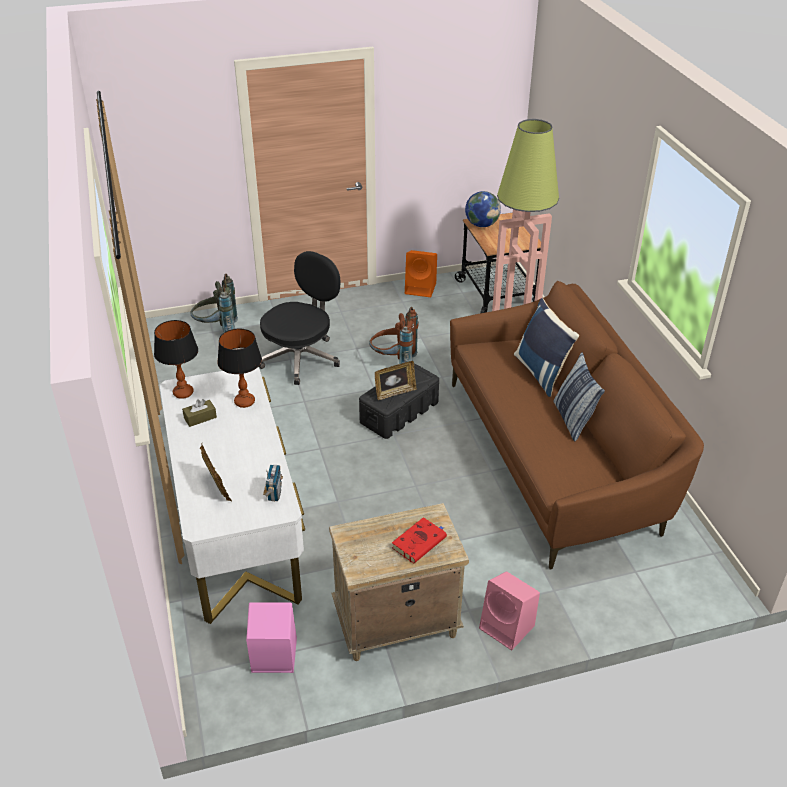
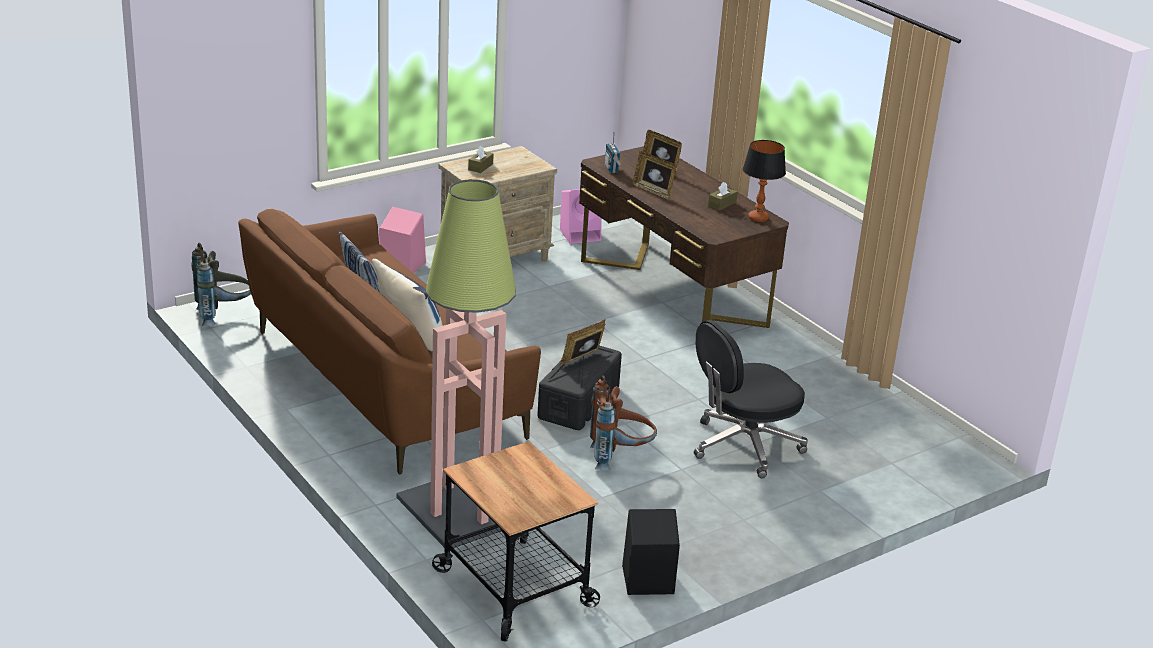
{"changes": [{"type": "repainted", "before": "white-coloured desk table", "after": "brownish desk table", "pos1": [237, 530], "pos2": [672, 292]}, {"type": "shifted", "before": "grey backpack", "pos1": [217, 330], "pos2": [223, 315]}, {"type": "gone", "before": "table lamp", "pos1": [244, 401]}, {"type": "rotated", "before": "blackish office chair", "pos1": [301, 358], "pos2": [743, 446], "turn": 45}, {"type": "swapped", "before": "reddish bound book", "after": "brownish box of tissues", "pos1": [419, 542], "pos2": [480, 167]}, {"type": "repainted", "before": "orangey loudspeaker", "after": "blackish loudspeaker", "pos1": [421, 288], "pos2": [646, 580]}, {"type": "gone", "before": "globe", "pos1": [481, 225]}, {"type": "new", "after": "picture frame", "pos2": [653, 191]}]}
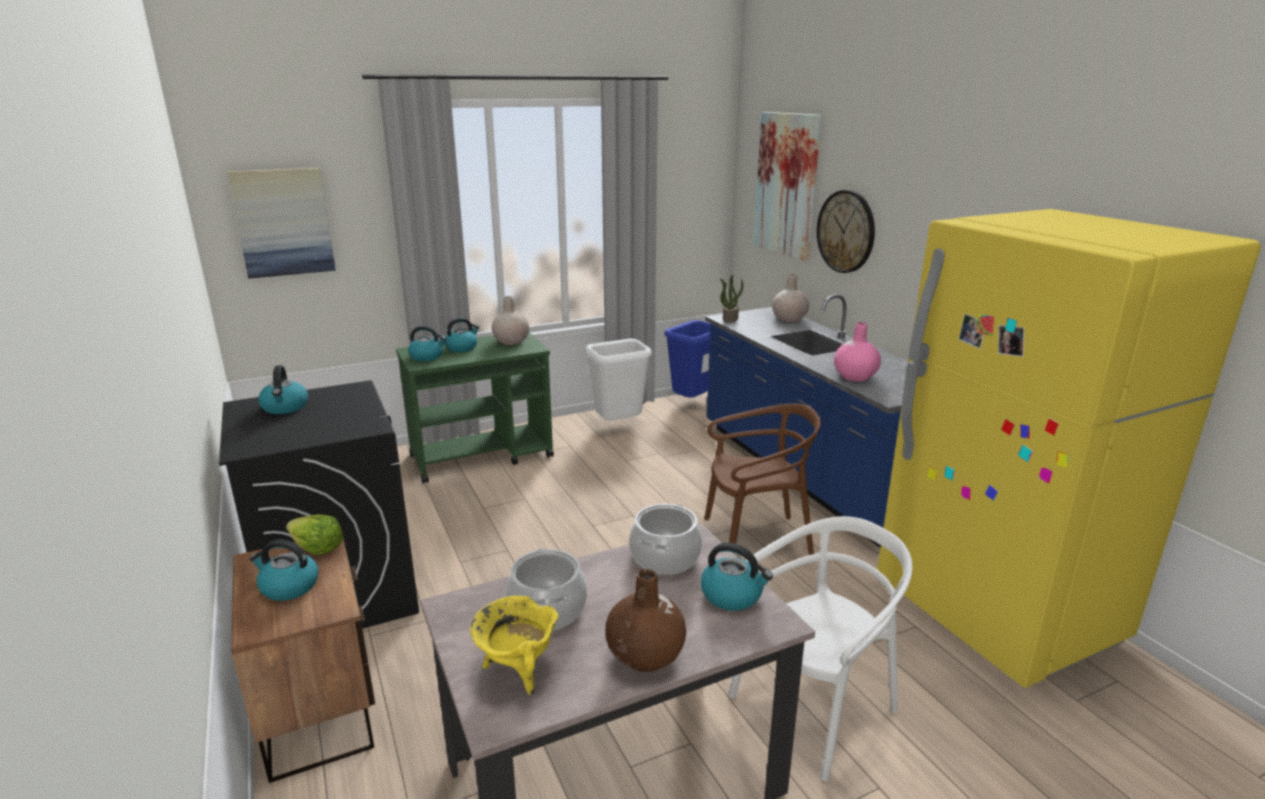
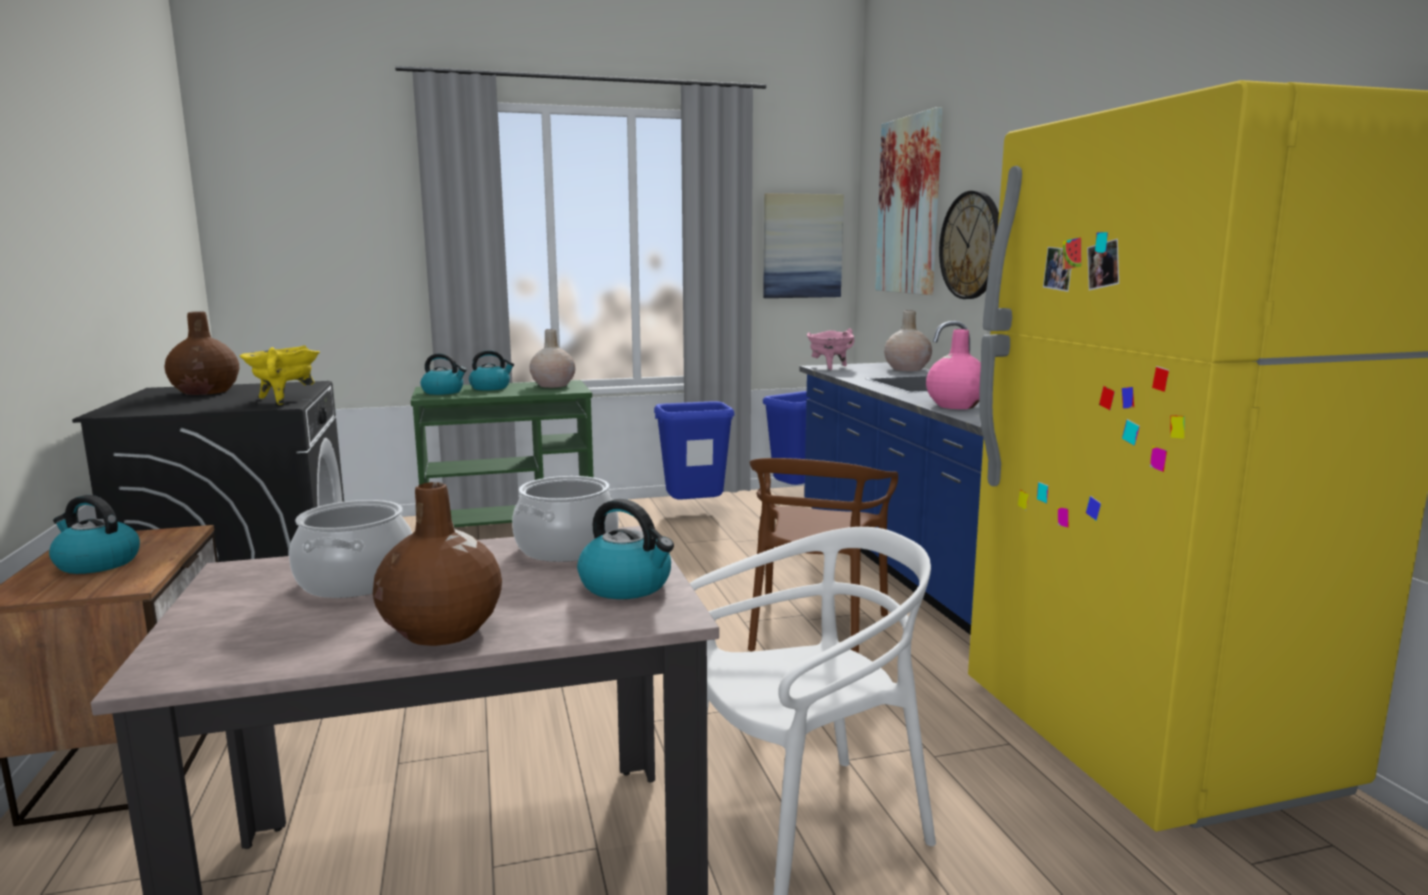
{"changes": [{"type": "shifted", "before": "wall art", "pos1": [283, 222], "pos2": [802, 246]}, {"type": "swapped", "before": "tea kettle", "after": "brownish flower vase", "pos1": [285, 407], "pos2": [206, 392]}, {"type": "gone", "before": "head of lettuce", "pos1": [317, 548]}, {"type": "shifted", "before": "yellowish saucepot", "pos1": [517, 670], "pos2": [284, 400]}, {"type": "repainted", "before": "white-coloured rubbish bin", "after": "blue-coloured rubbish bin", "pos1": [619, 426], "pos2": [695, 512]}, {"type": "rotated", "before": "brownish plain chair", "pos1": [756, 540], "pos2": [814, 630], "turn": 105}, {"type": "swapped", "before": "plant in a pot", "after": "pinkish saucepot", "pos1": [730, 318], "pos2": [829, 367]}]}
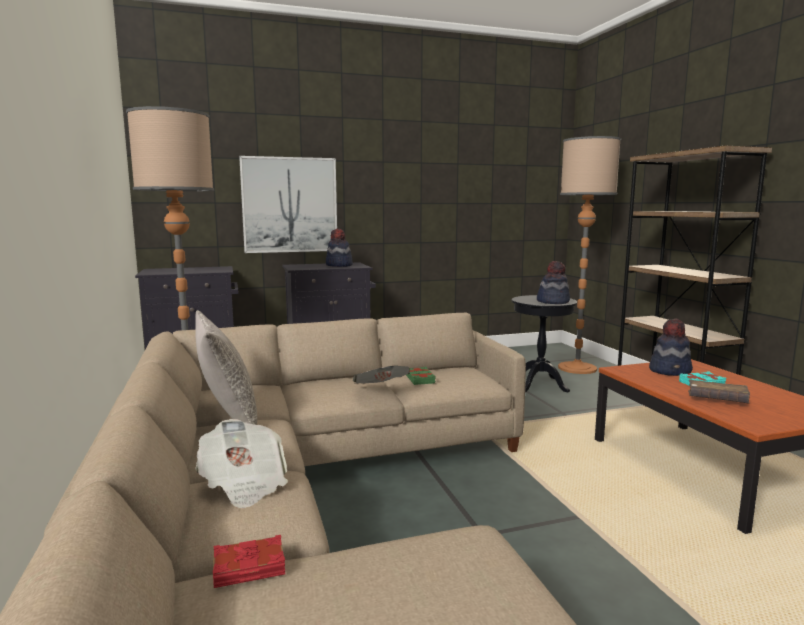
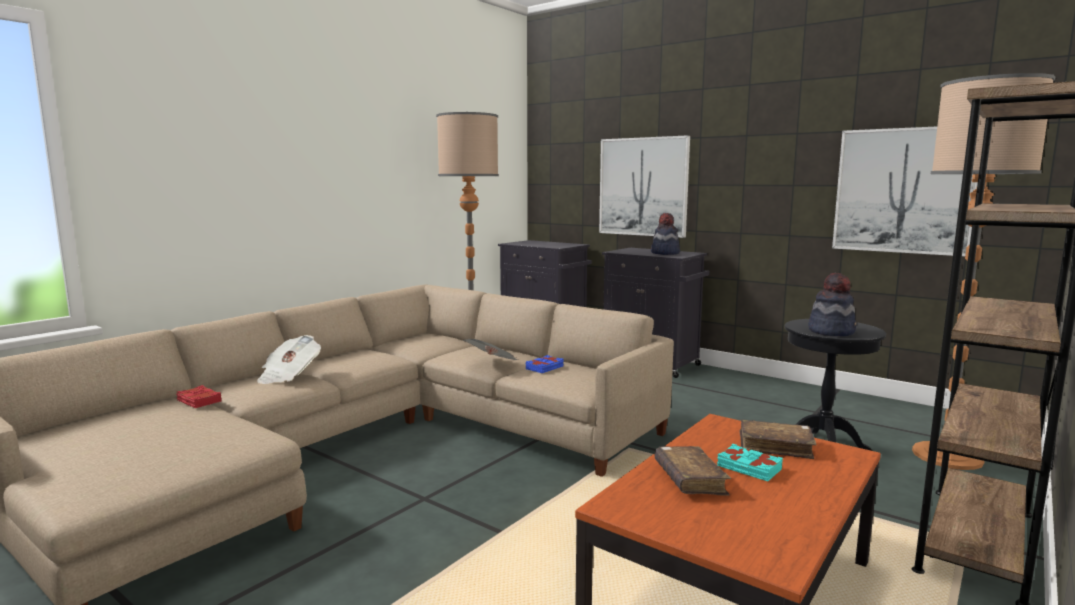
{"changes": [{"type": "gone", "before": "grey throw pillow", "pos1": [227, 416]}, {"type": "repainted", "before": "green bound book", "after": "blue-coloured bound book", "pos1": [420, 379], "pos2": [545, 368]}, {"type": "swapped", "before": "hat", "after": "brownish bound book", "pos1": [670, 371], "pos2": [775, 447]}, {"type": "new", "after": "wall art", "pos2": [904, 191]}]}
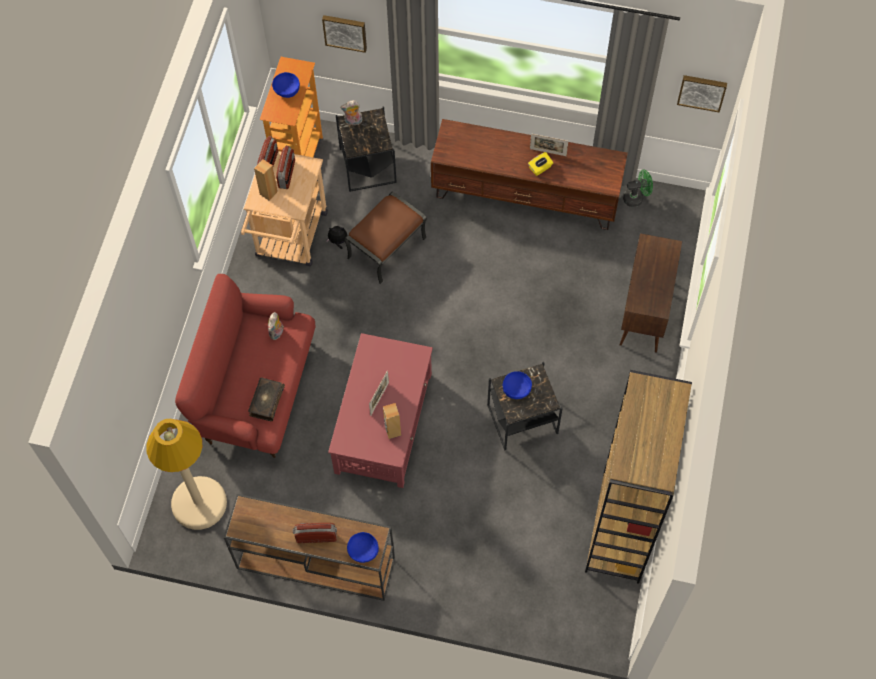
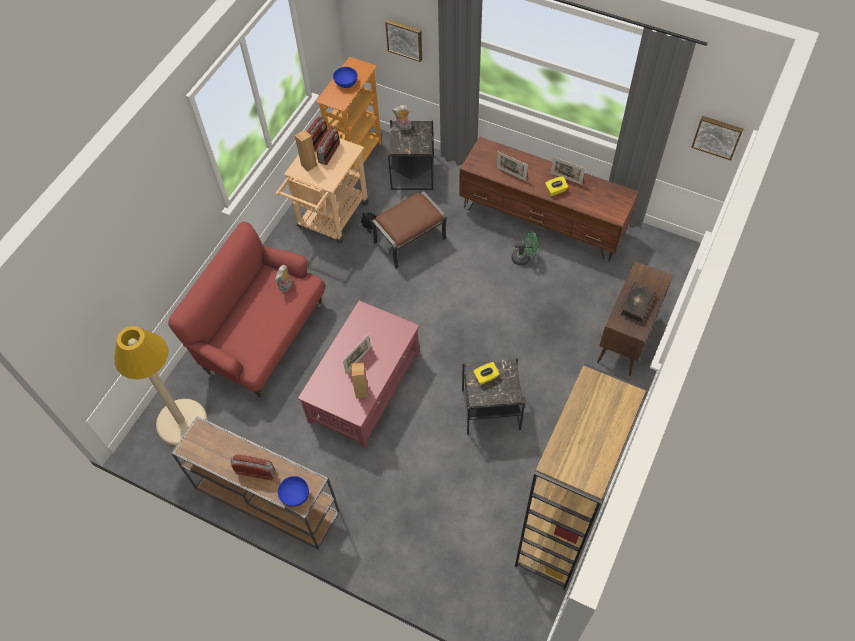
{"changes": [{"type": "shifted", "before": "bound book", "pos1": [266, 401], "pos2": [635, 305]}, {"type": "swapped", "before": "blue-coloured deep dish", "after": "yellowish box of tissues", "pos1": [516, 389], "pos2": [486, 377]}, {"type": "shifted", "before": "green fan", "pos1": [636, 197], "pos2": [524, 258]}, {"type": "new", "after": "picture frame", "pos2": [511, 174]}]}
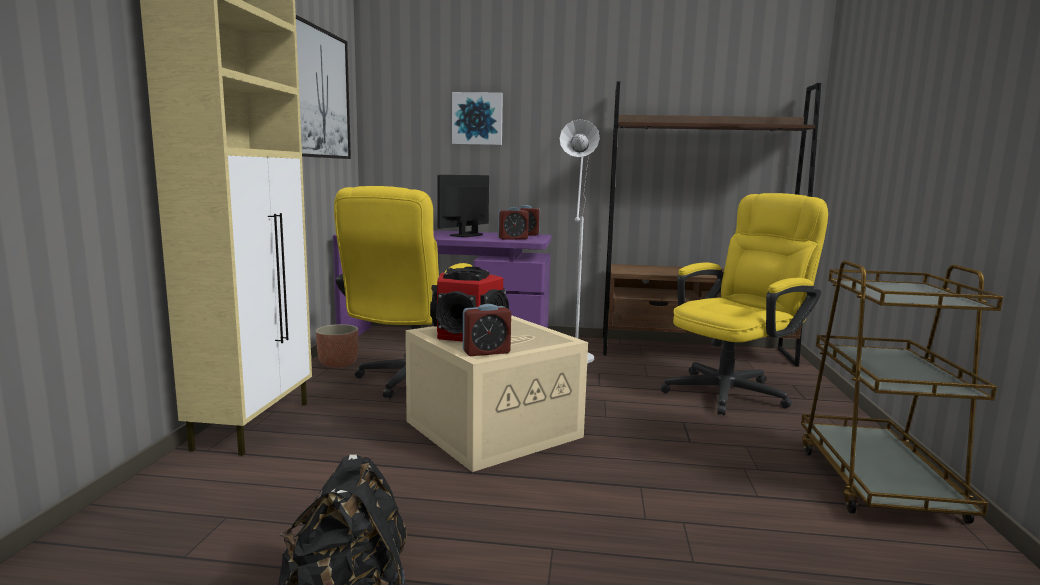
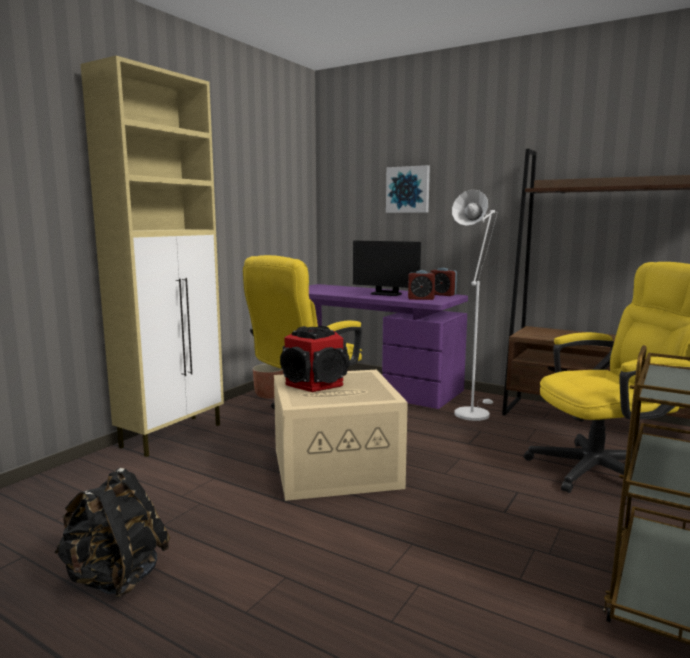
{"changes": [{"type": "gone", "before": "wall art", "pos1": [318, 94]}, {"type": "rotated", "before": "computer display", "pos1": [466, 235], "pos2": [386, 294], "turn": -120}, {"type": "gone", "before": "alarm clock", "pos1": [486, 352]}]}
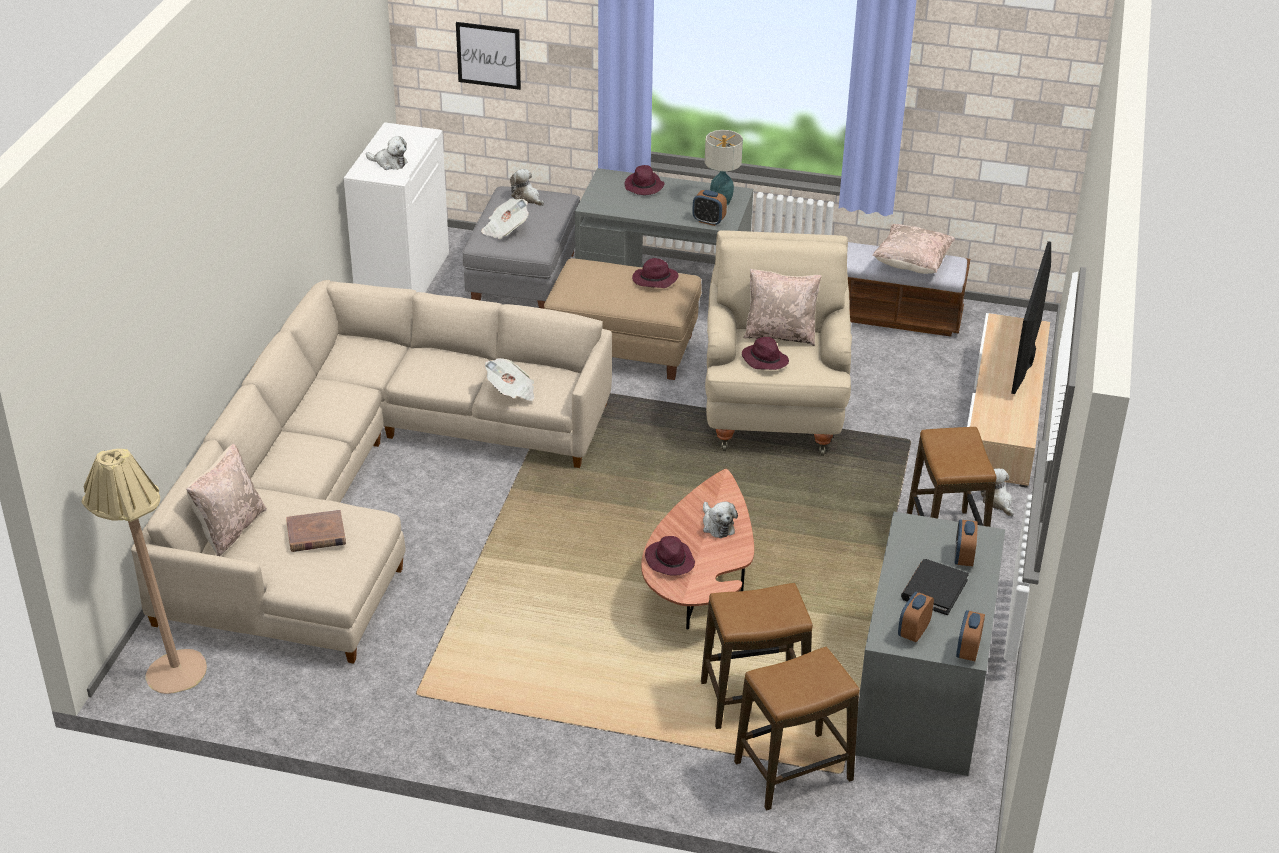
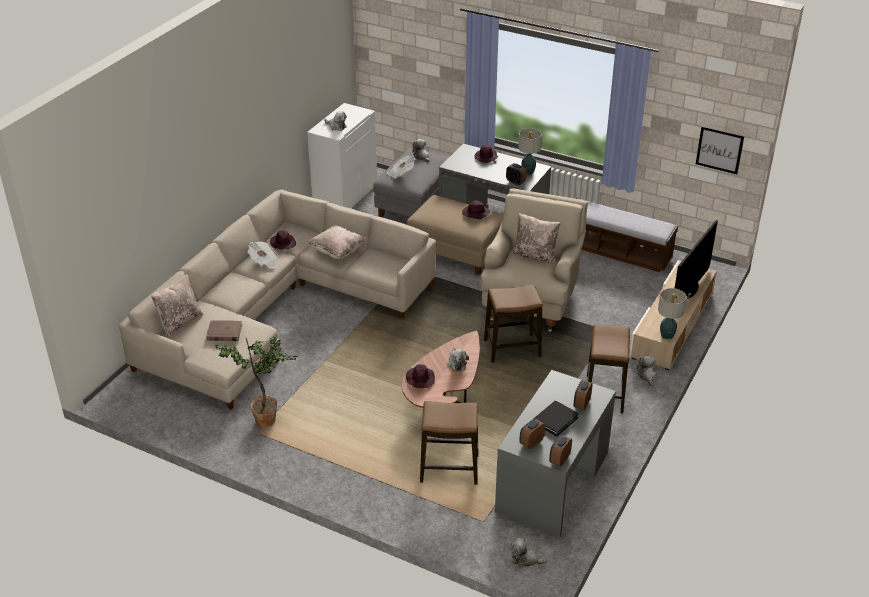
{"changes": [{"type": "gone", "before": "beige-coloured standard lamp", "pos1": [163, 669]}, {"type": "shifted", "before": "wall art", "pos1": [488, 55], "pos2": [719, 150]}, {"type": "shifted", "before": "daily paper", "pos1": [511, 391], "pos2": [264, 261]}, {"type": "shifted", "before": "stool", "pos1": [793, 771], "pos2": [512, 348]}, {"type": "shifted", "before": "purple-coloured hat", "pos1": [764, 359], "pos2": [283, 243]}, {"type": "shifted", "before": "beige-coloured throw pillow", "pos1": [911, 264], "pos2": [337, 251]}, {"type": "new", "after": "plant in a pot", "pos2": [268, 419]}, {"type": "new", "after": "soft toy", "pos2": [525, 559]}, {"type": "new", "after": "table lamp", "pos2": [667, 335]}]}
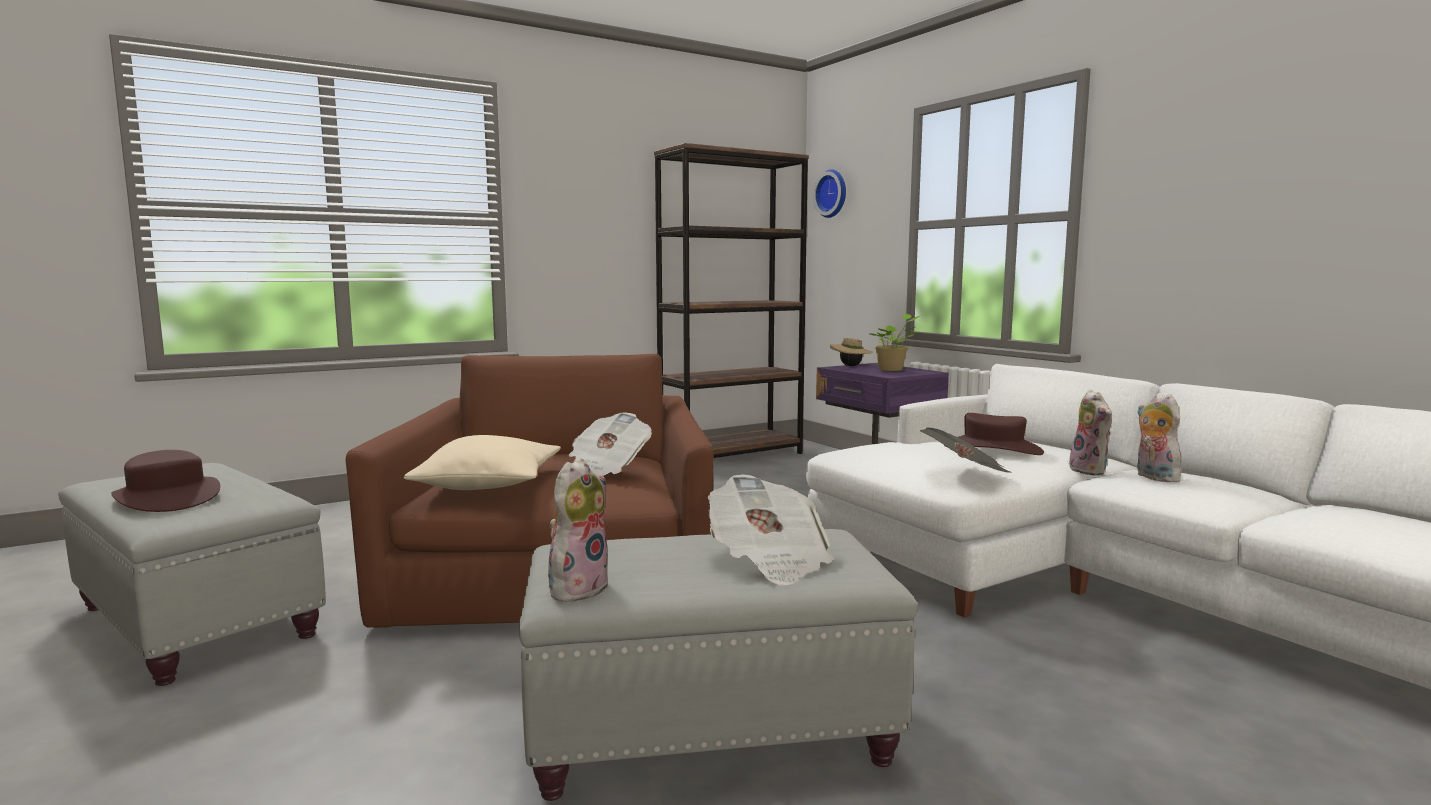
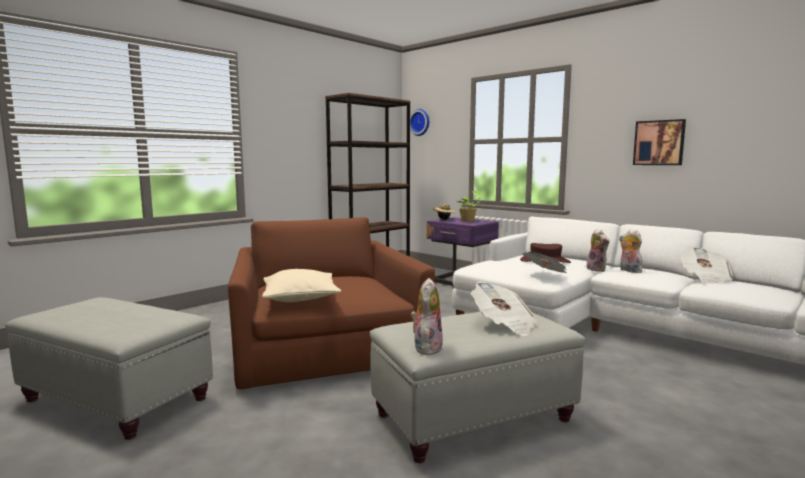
{"changes": [{"type": "gone", "before": "brownish hat", "pos1": [167, 498]}, {"type": "shifted", "before": "daily paper", "pos1": [606, 468], "pos2": [704, 278]}, {"type": "new", "after": "wall art", "pos2": [659, 143]}]}
